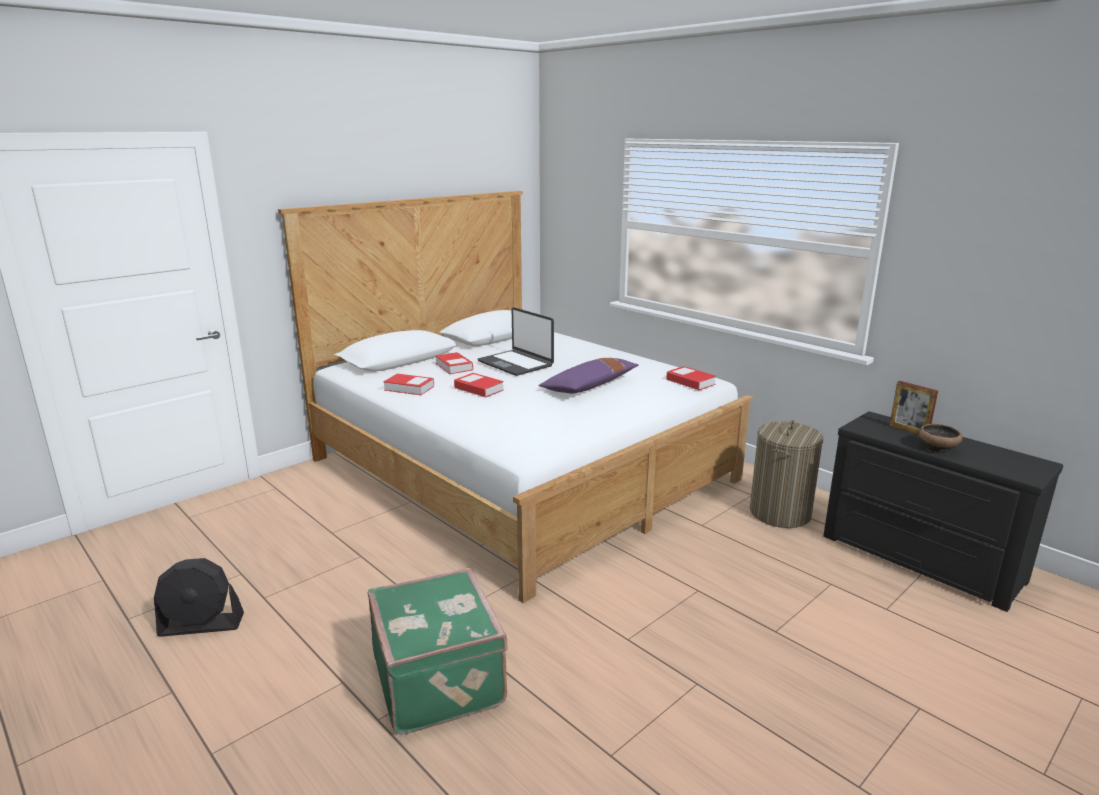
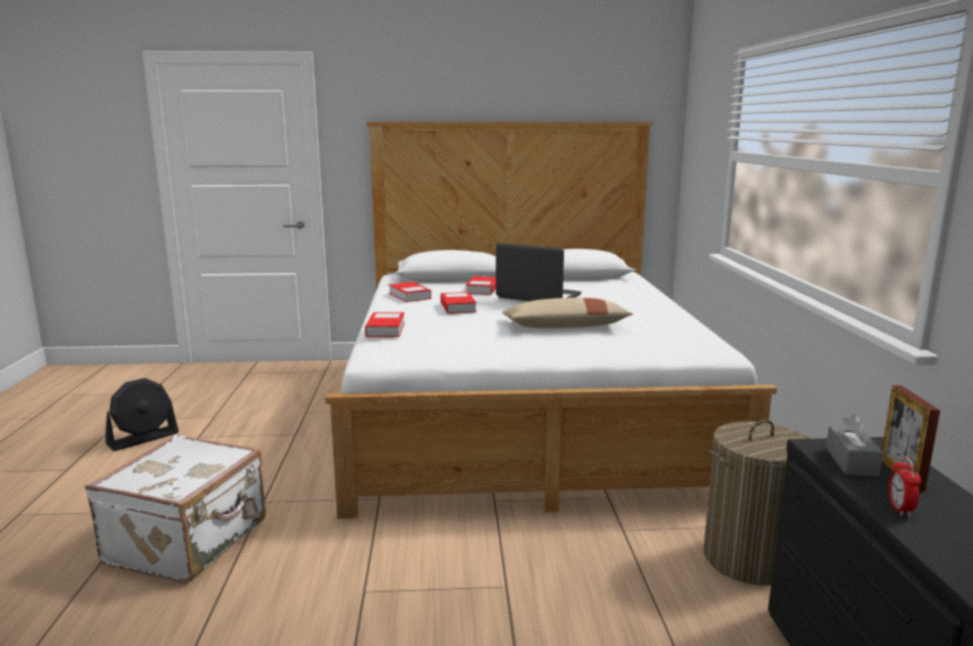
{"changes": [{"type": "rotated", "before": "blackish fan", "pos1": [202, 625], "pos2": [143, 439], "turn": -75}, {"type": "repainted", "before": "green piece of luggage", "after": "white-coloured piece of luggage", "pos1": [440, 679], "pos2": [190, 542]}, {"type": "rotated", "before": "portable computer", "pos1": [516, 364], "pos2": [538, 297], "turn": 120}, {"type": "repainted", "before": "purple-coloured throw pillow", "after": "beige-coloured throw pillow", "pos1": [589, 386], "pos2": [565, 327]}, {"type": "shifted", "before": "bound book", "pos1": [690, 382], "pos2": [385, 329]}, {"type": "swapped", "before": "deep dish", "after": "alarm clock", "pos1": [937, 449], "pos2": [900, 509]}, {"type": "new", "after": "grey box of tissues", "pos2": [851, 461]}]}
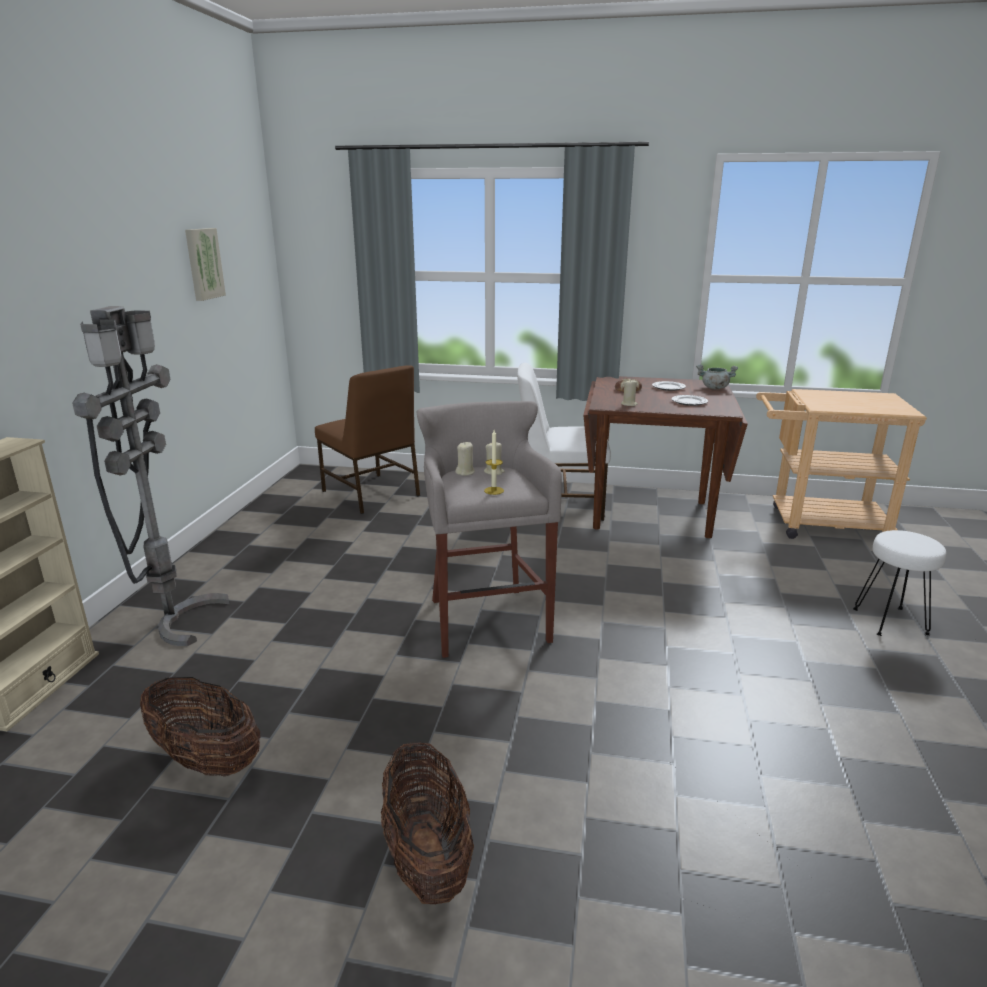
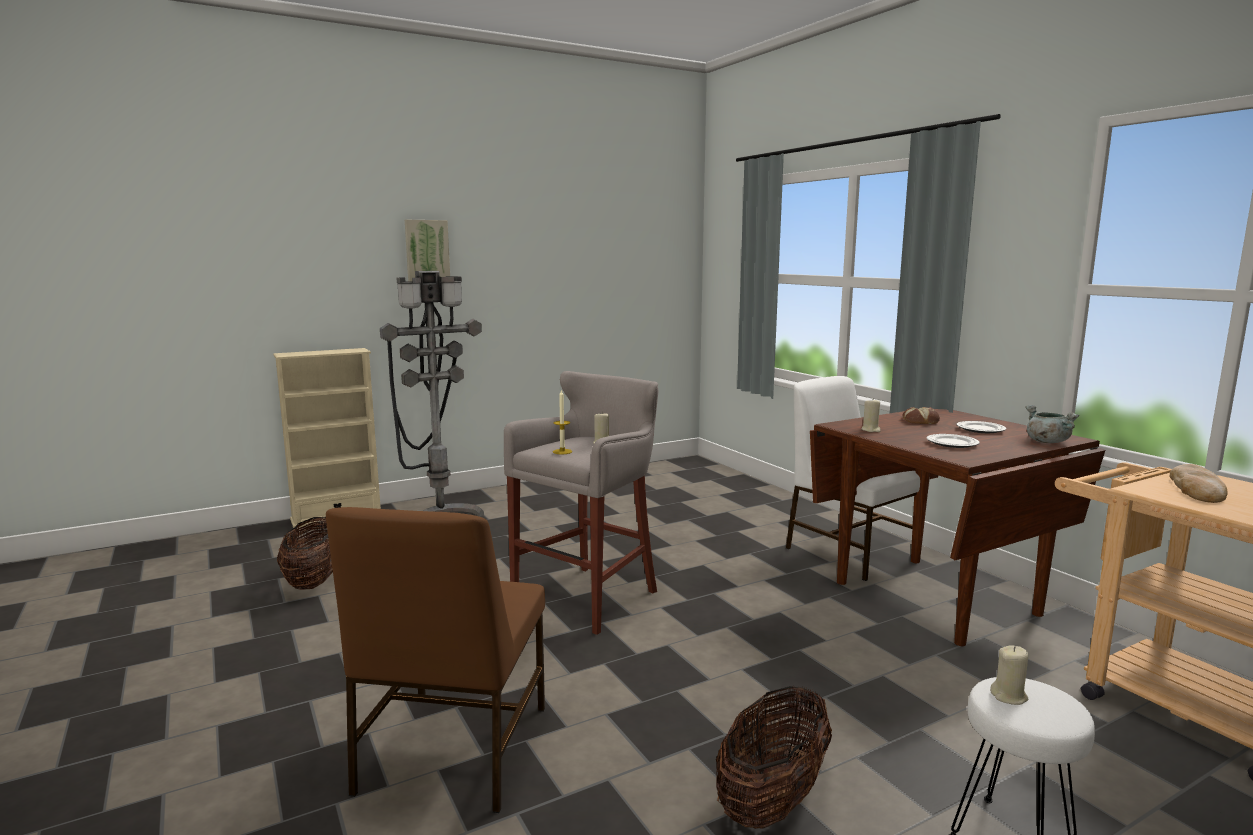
{"changes": [{"type": "shifted", "before": "wall art", "pos1": [203, 264], "pos2": [427, 251]}, {"type": "shifted", "before": "brownish plain chair", "pos1": [371, 494], "pos2": [452, 751]}, {"type": "shifted", "before": "household basket", "pos1": [427, 856], "pos2": [772, 800]}, {"type": "shifted", "before": "beige-coloured wax candle", "pos1": [465, 472], "pos2": [1009, 696]}, {"type": "new", "after": "bread", "pos2": [1197, 489]}]}
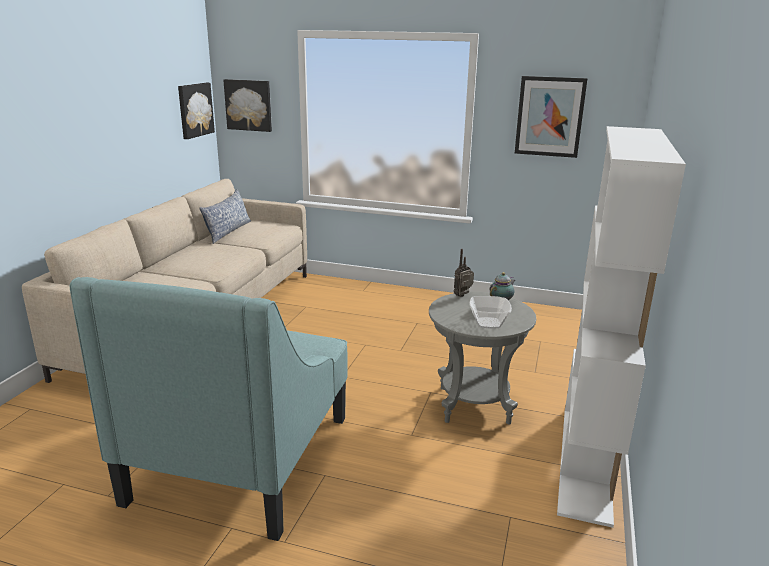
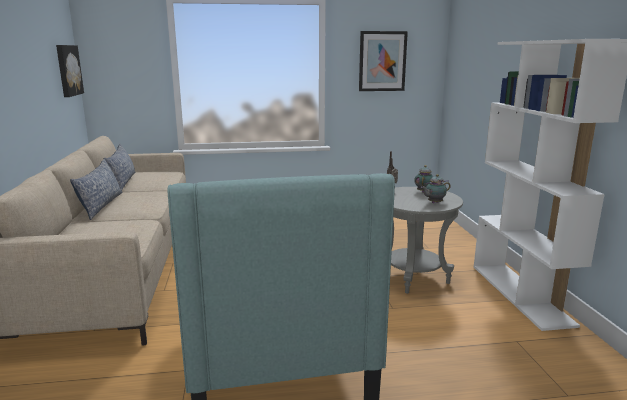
{"changes": [{"type": "gone", "before": "wall art", "pos1": [249, 105]}, {"type": "swapped", "before": "deep dish", "after": "tea pot", "pos1": [489, 323], "pos2": [434, 203]}, {"type": "new", "after": "throw pillow", "pos2": [101, 205]}]}
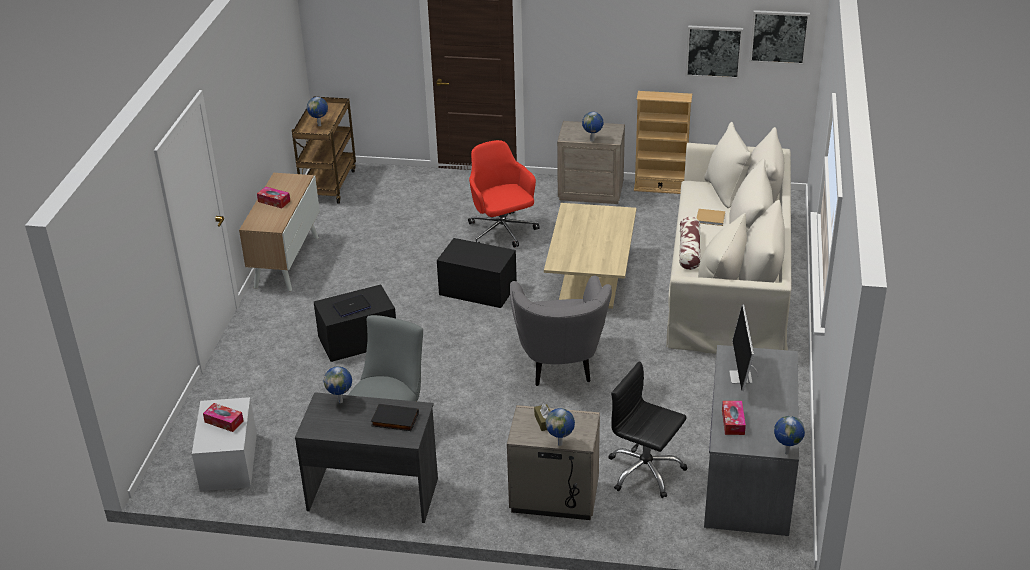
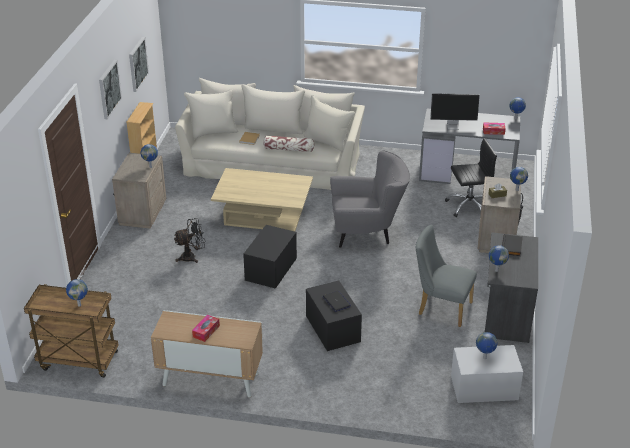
{"changes": [{"type": "swapped", "before": "box of tissues", "after": "globe", "pos1": [224, 421], "pos2": [484, 358]}, {"type": "swapped", "before": "reddish office chair", "after": "blackish fan", "pos1": [502, 232], "pos2": [191, 257]}, {"type": "rotated", "before": "blackish office chair", "pos1": [645, 471], "pos2": [469, 206], "turn": -135}, {"type": "shifted", "before": "wall art", "pos1": [779, 37], "pos2": [109, 89]}]}
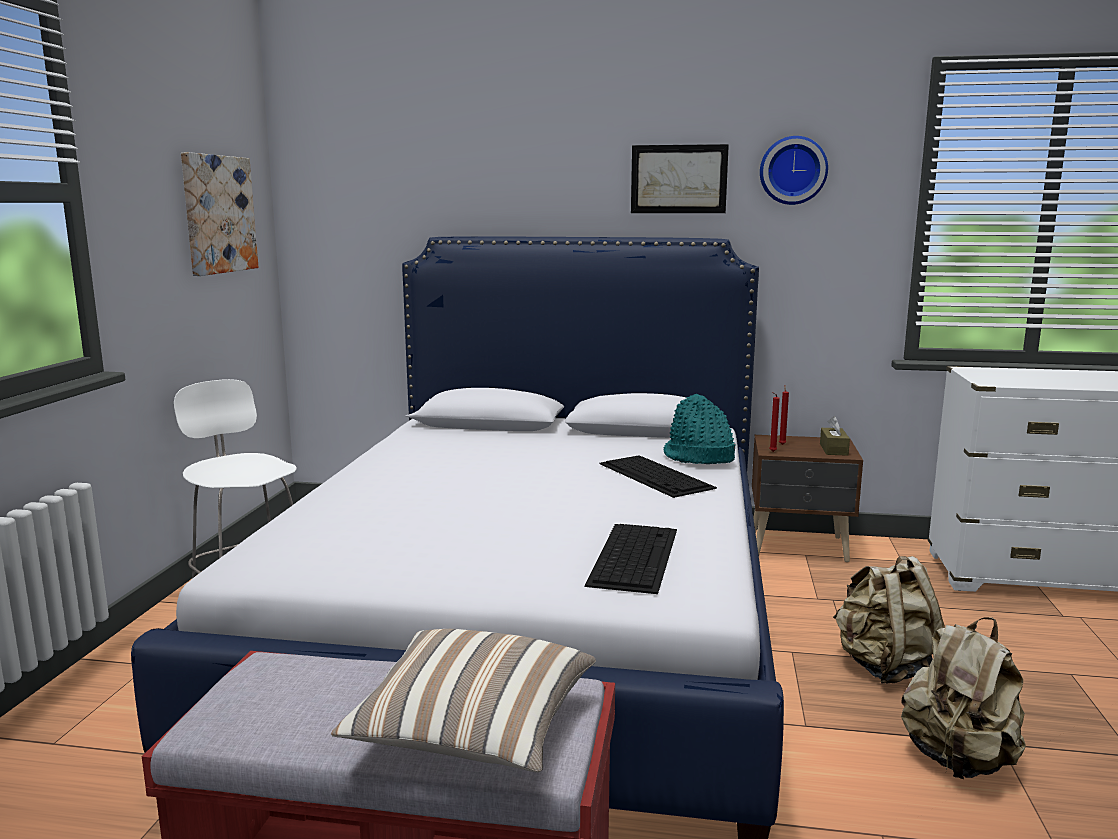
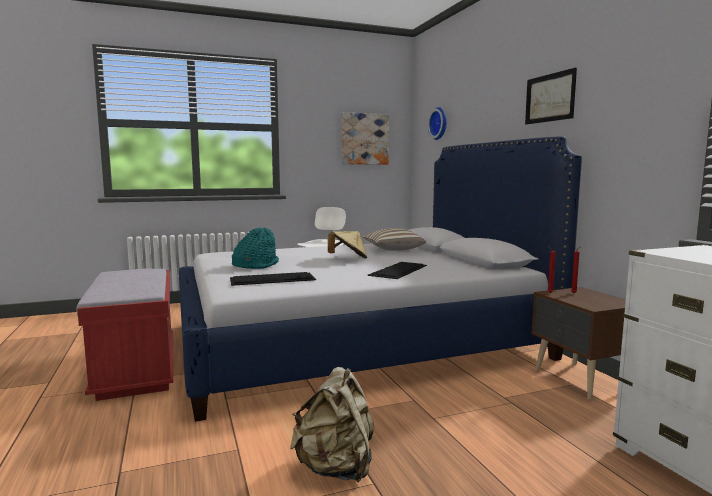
{"changes": [{"type": "shifted", "before": "throw pillow", "pos1": [472, 732], "pos2": [392, 250]}, {"type": "shifted", "before": "turquoise-coloured hat", "pos1": [698, 457], "pos2": [255, 265]}, {"type": "shifted", "before": "wall clock", "pos1": [793, 170], "pos2": [440, 123]}, {"type": "gone", "before": "brownish box of tissues", "pos1": [833, 449]}, {"type": "gone", "before": "beige-coloured backpack", "pos1": [885, 667]}, {"type": "new", "after": "beige-coloured hat", "pos2": [348, 259]}]}
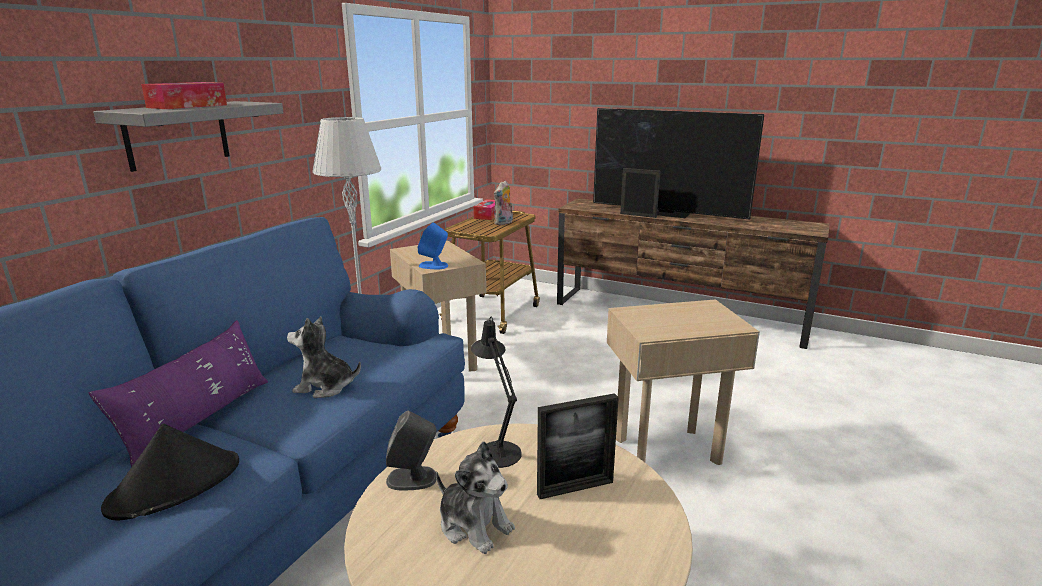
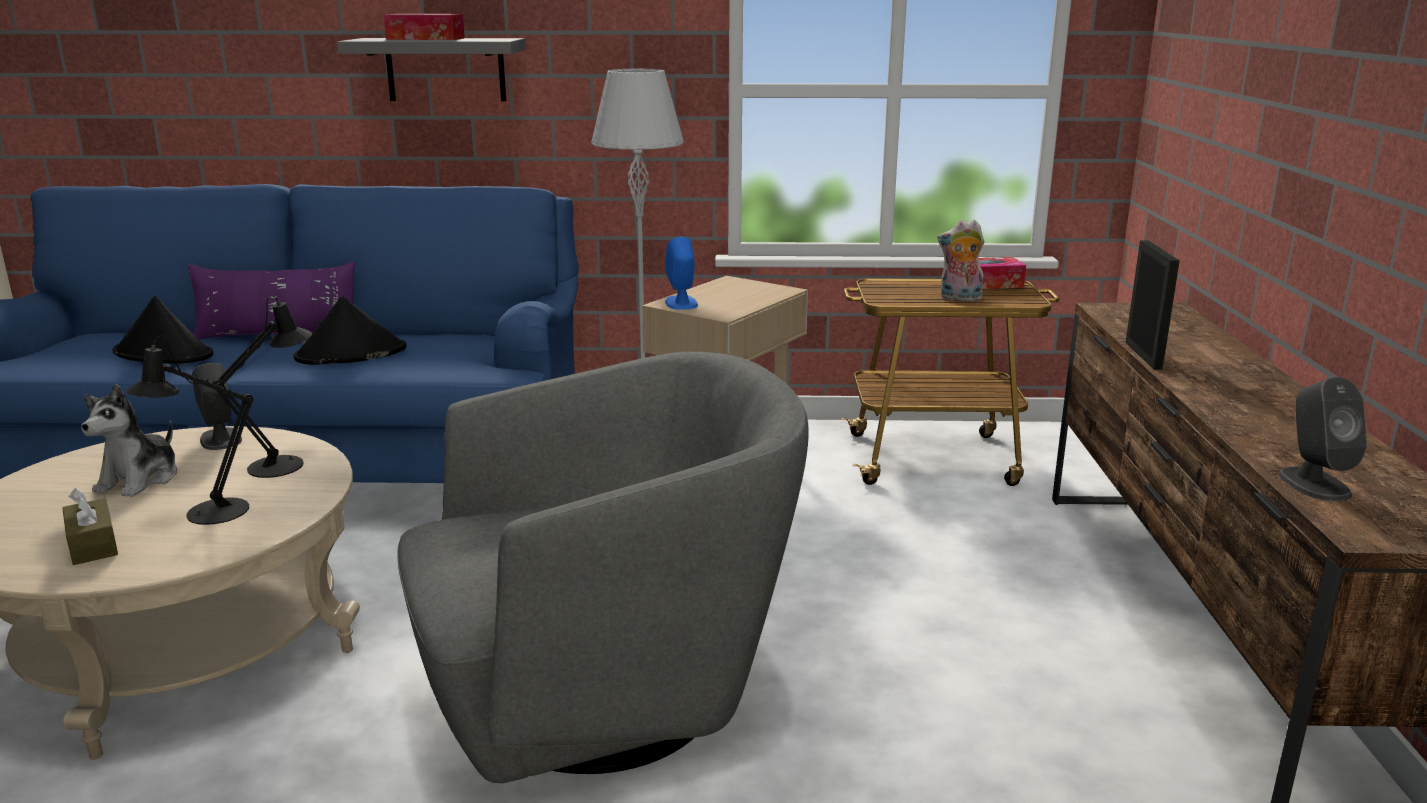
{"changes": [{"type": "swapped", "before": "soft toy", "after": "blackish hat", "pos1": [325, 386], "pos2": [350, 354]}, {"type": "swapped", "before": "picture frame", "after": "blackish table lamp", "pos1": [575, 488], "pos2": [208, 514]}, {"type": "gone", "before": "TV", "pos1": [667, 213]}, {"type": "swapped", "before": "beige-coloured side table", "after": "grey armchair", "pos1": [667, 451], "pos2": [606, 696]}, {"type": "new", "after": "brownish box of tissues", "pos2": [93, 545]}, {"type": "new", "after": "grey loudspeaker", "pos2": [1313, 484]}]}
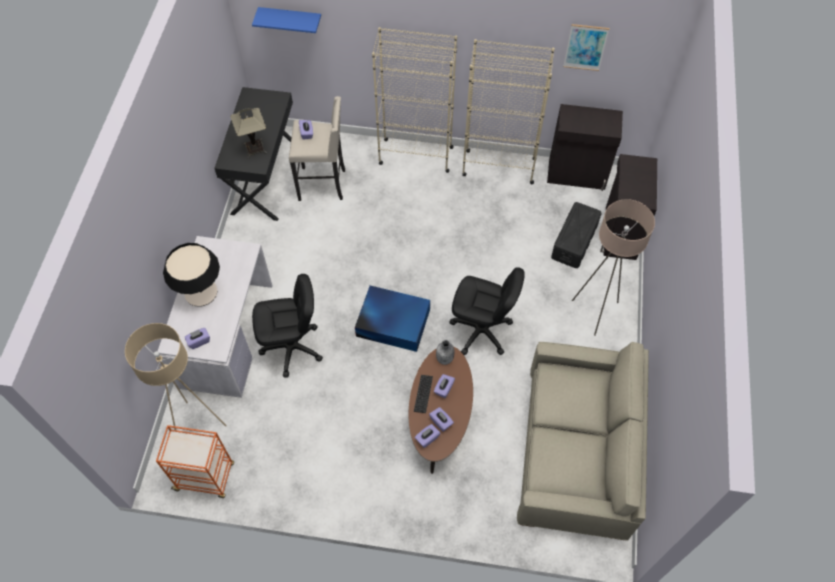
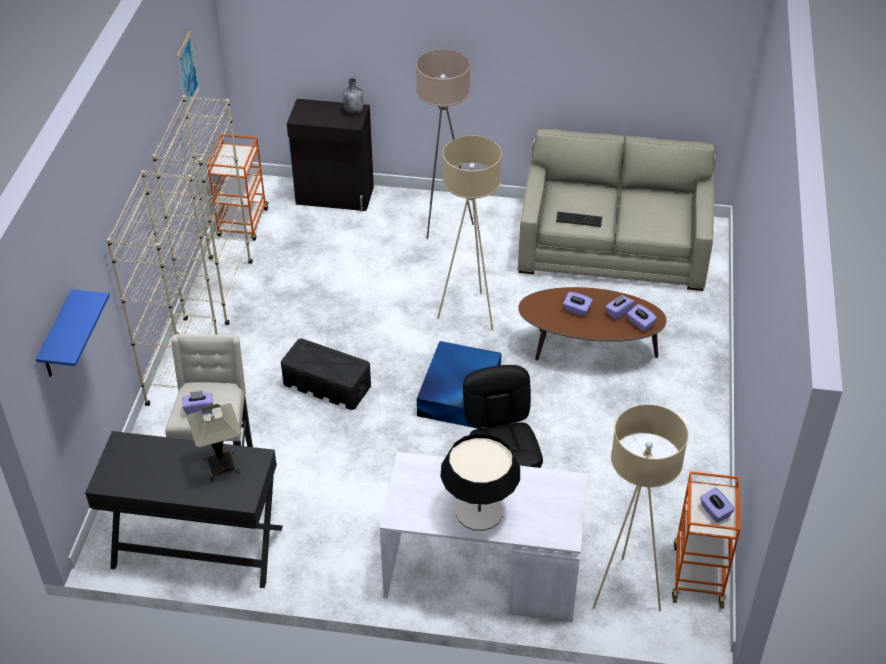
{"changes": [{"type": "shifted", "before": "purple-coloured box of tissues", "pos1": [199, 341], "pos2": [714, 511]}, {"type": "shifted", "before": "keyboard", "pos1": [423, 394], "pos2": [579, 220]}, {"type": "shifted", "before": "grey beverage bottle", "pos1": [445, 359], "pos2": [354, 111]}, {"type": "swapped", "before": "blackish office chair", "after": "beige-coloured standard lamp", "pos1": [481, 331], "pos2": [470, 313]}, {"type": "swapped", "before": "blackish cabinet", "after": "orangey cart", "pos1": [577, 175], "pos2": [243, 224]}, {"type": "shifted", "before": "blackish storage bin", "pos1": [574, 242], "pos2": [327, 385]}]}
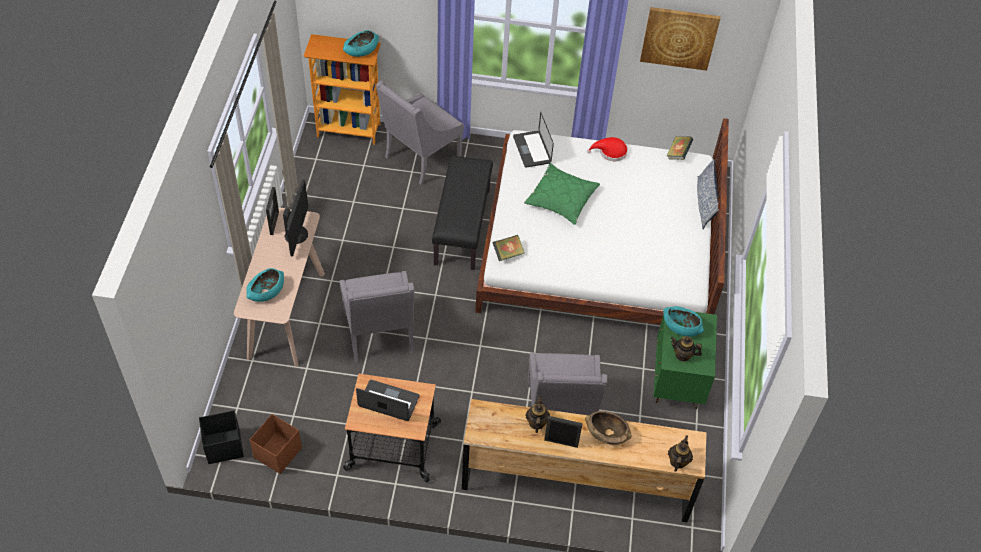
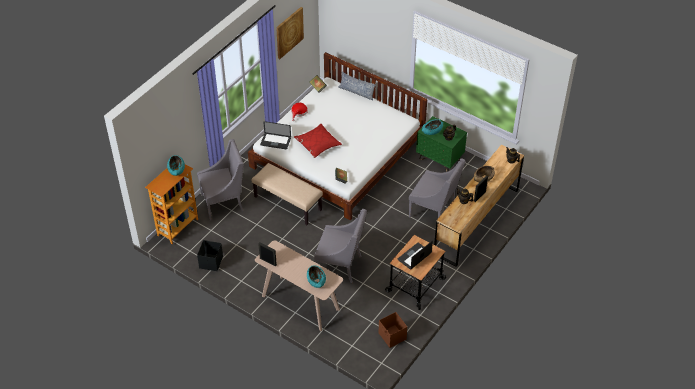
{"changes": [{"type": "shifted", "before": "blackish storage bin", "pos1": [223, 446], "pos2": [210, 262]}, {"type": "gone", "before": "computer display", "pos1": [297, 234]}, {"type": "rotated", "before": "grey armchair", "pos1": [420, 158], "pos2": [224, 203], "turn": -90}, {"type": "repainted", "before": "blackish indoor bench", "after": "beige-coloured indoor bench", "pos1": [463, 227], "pos2": [288, 203]}, {"type": "repainted", "before": "green throw pillow", "after": "reddish throw pillow", "pos1": [561, 199], "pos2": [318, 144]}]}
